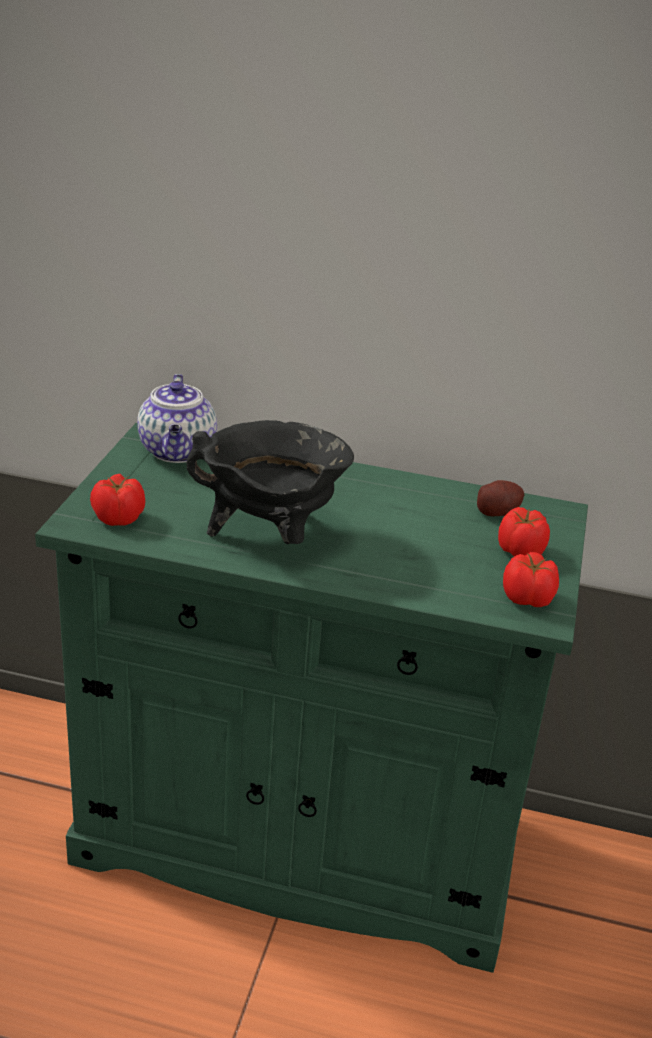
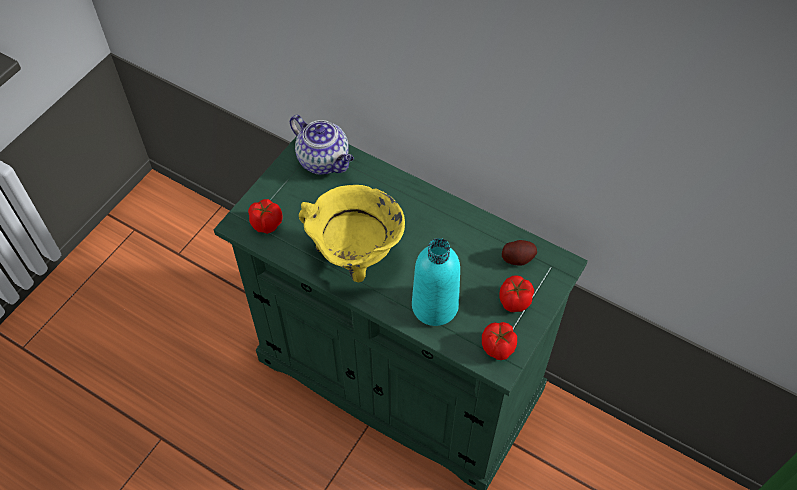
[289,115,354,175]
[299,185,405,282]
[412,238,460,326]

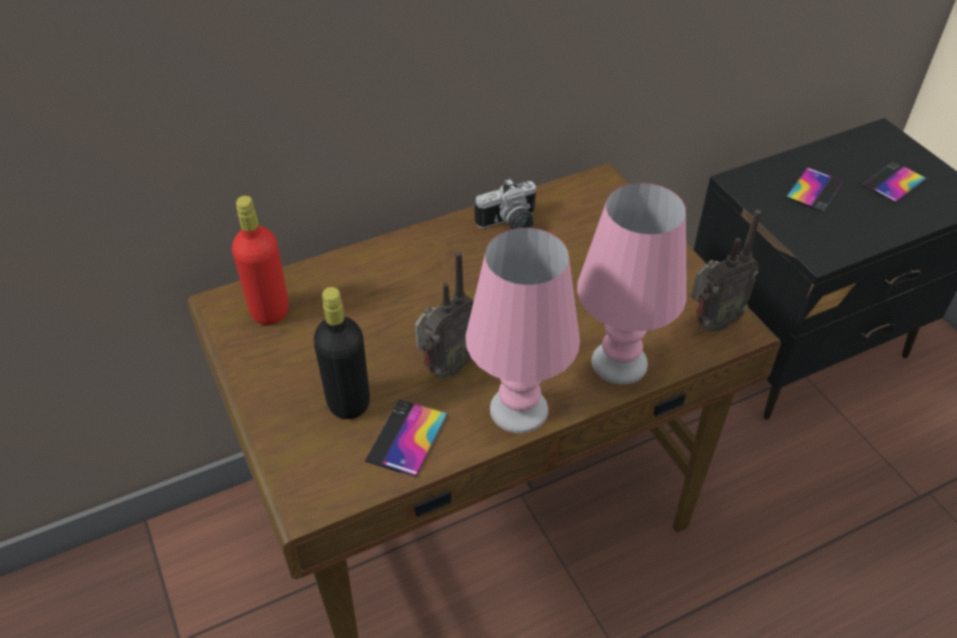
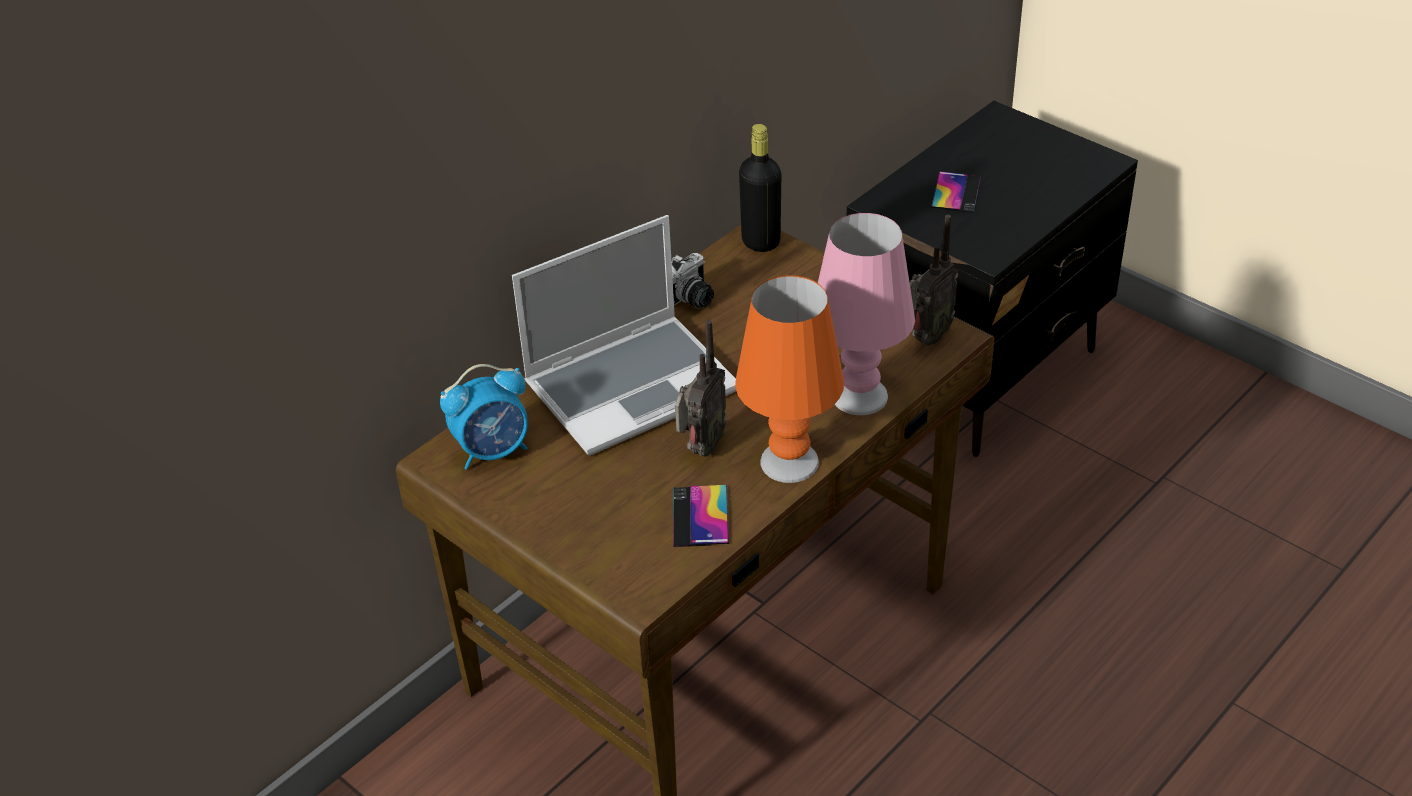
[440,364,528,470]
[512,215,736,456]
[735,275,844,483]
[739,124,781,252]
[861,162,927,203] (first image)

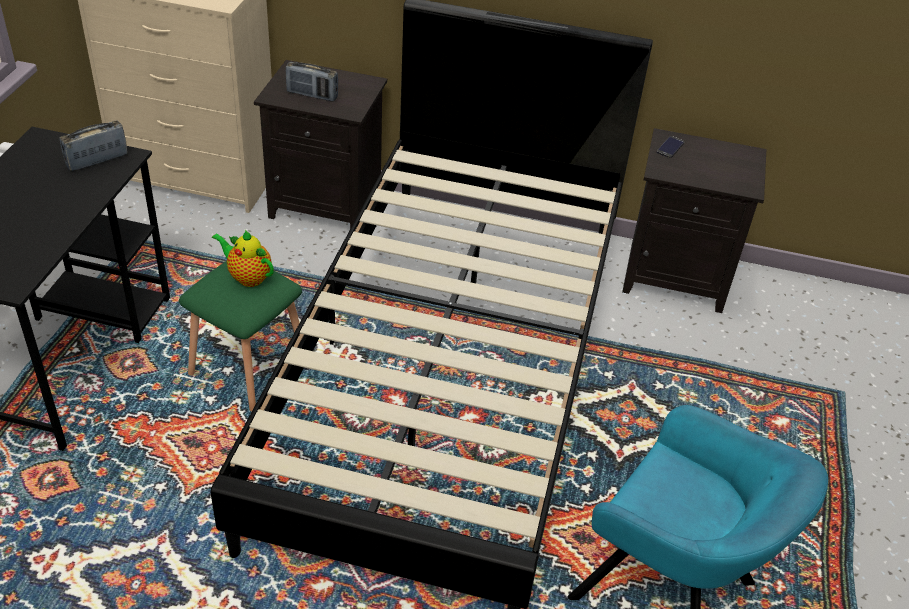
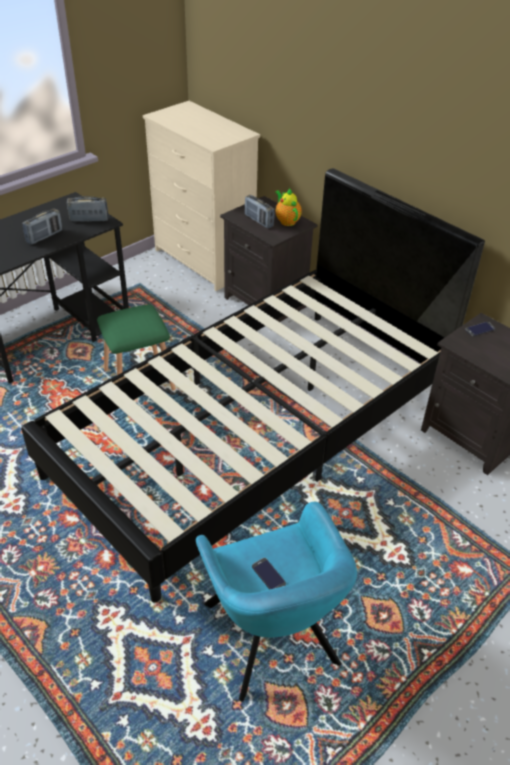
[22,209,62,245]
[252,558,286,590]
[275,188,302,226]

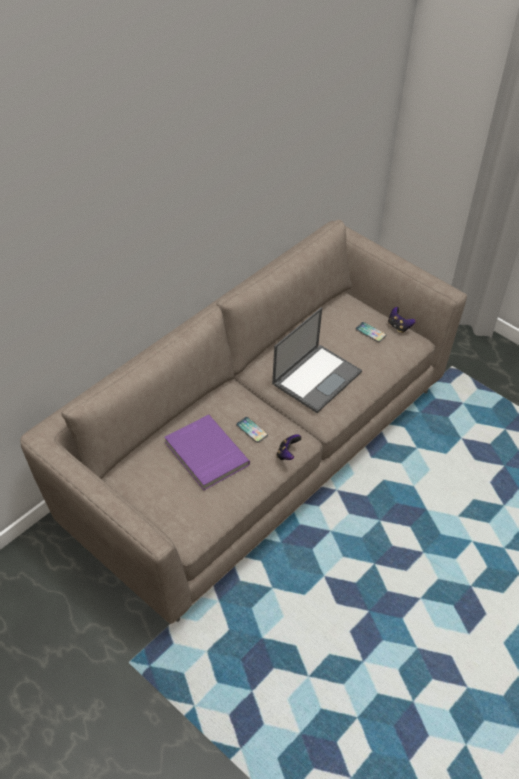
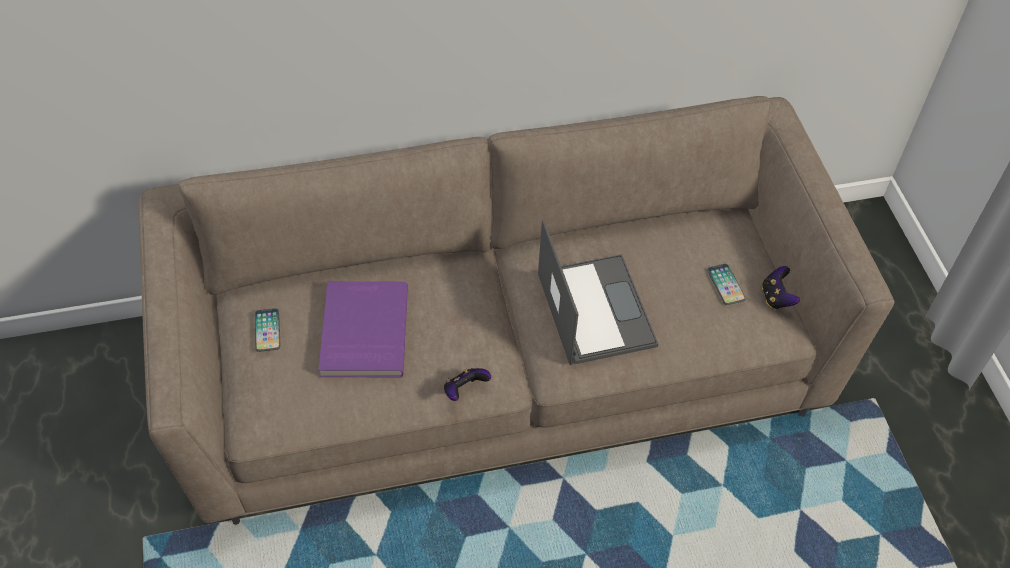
[255,308,281,352]
[538,220,658,365]

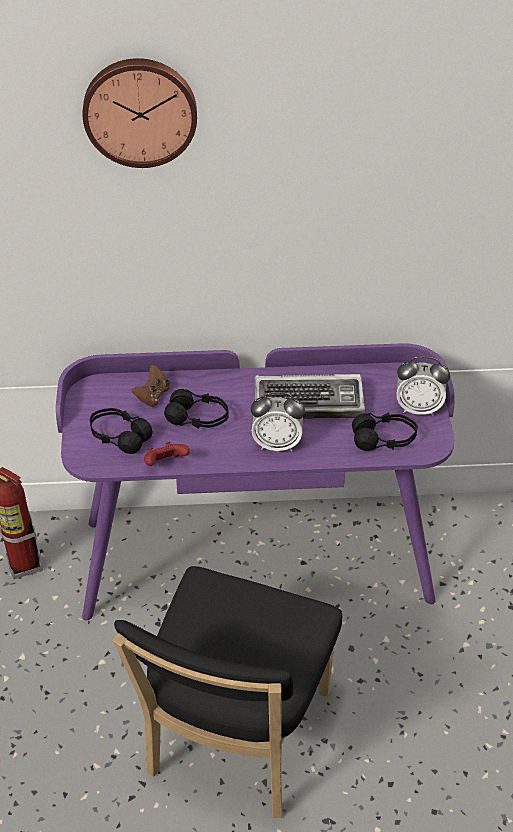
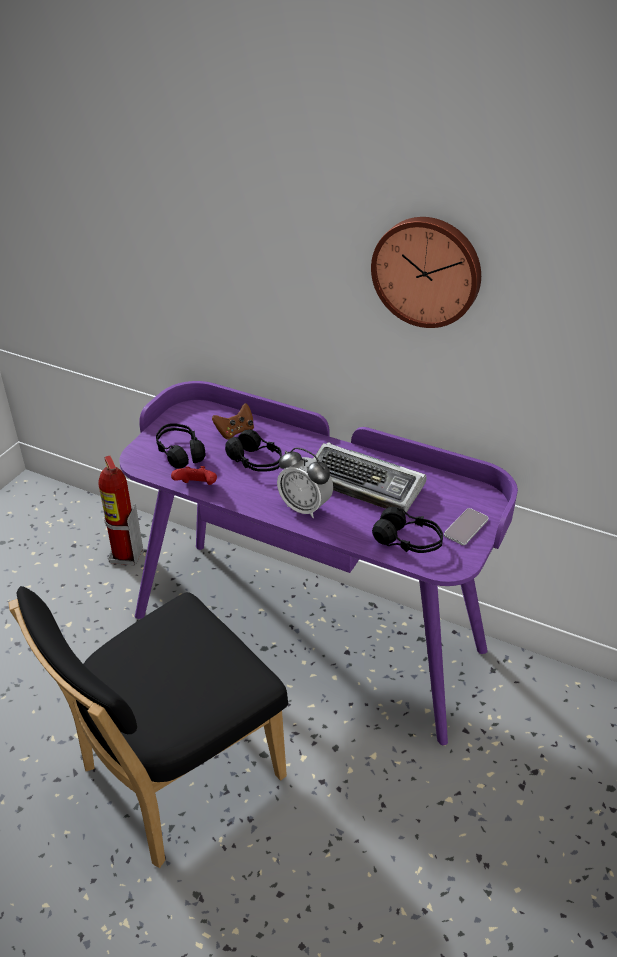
[371,217,481,328]
[444,508,488,545]

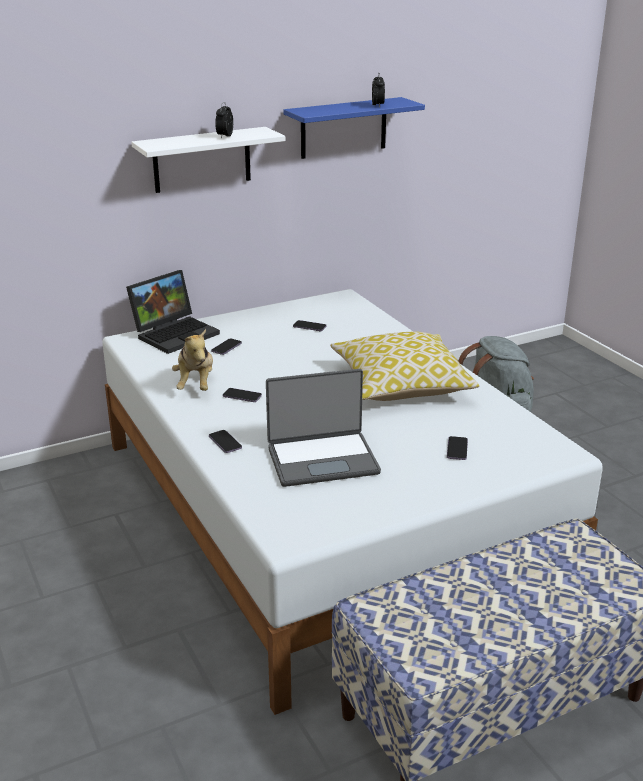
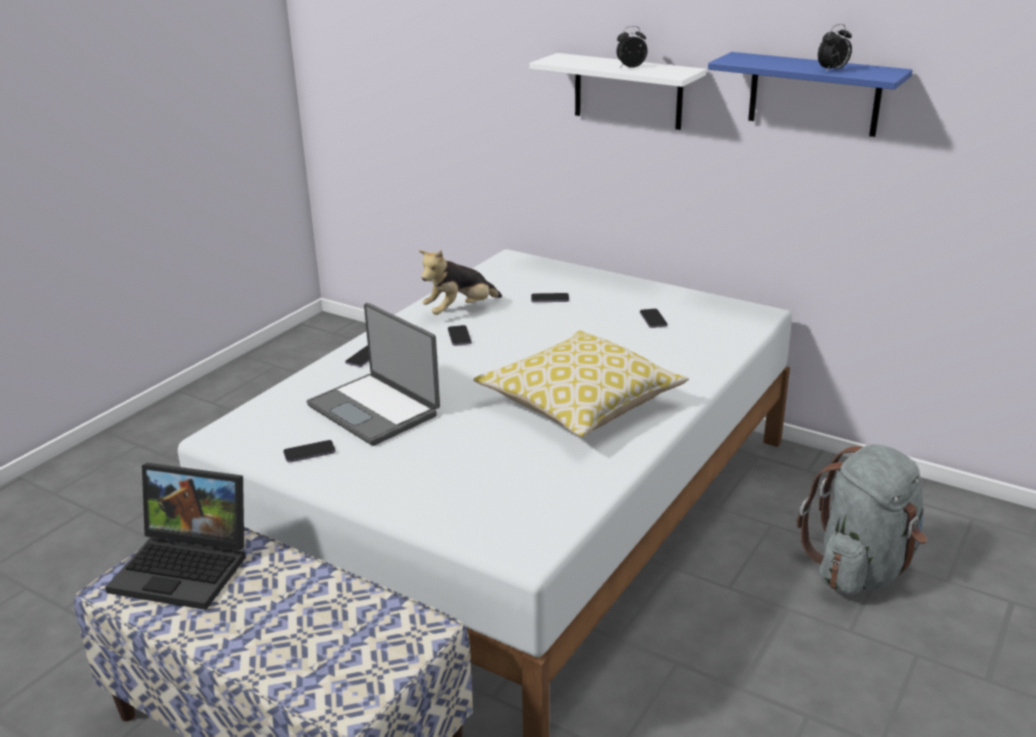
[105,463,246,610]
[283,440,336,463]

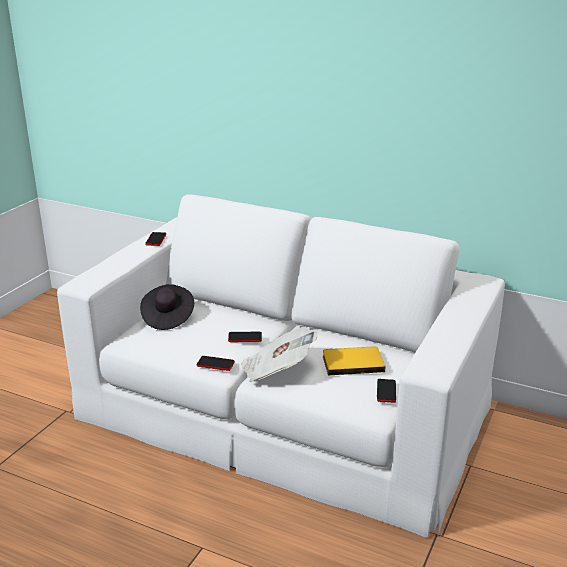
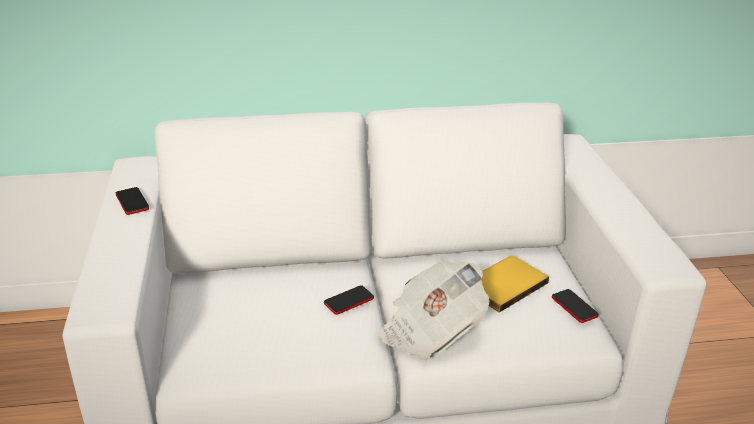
[140,284,194,330] (first image)
[197,356,235,371] (first image)

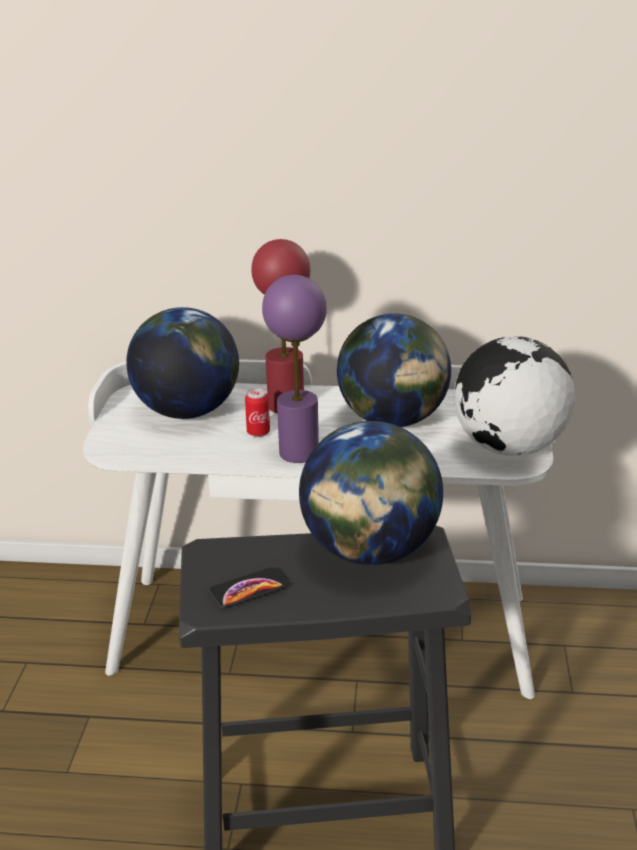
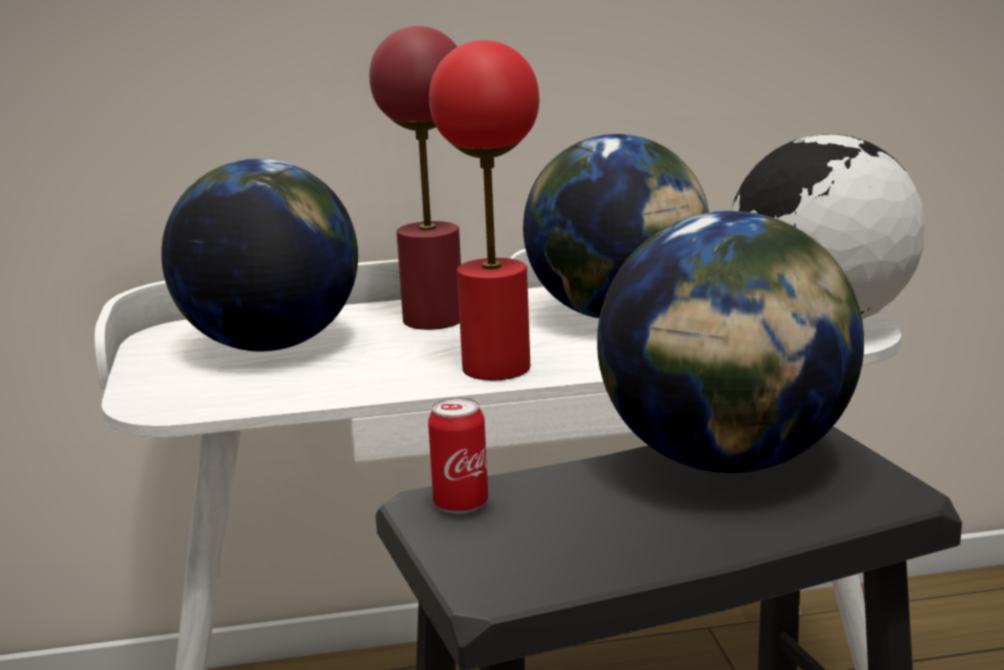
[428,397,488,514]
[429,40,539,380]
[209,567,287,609] (first image)

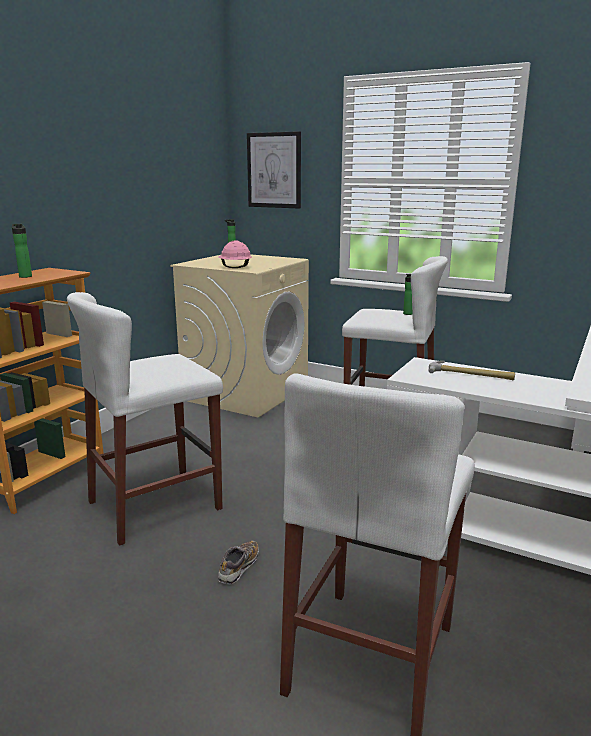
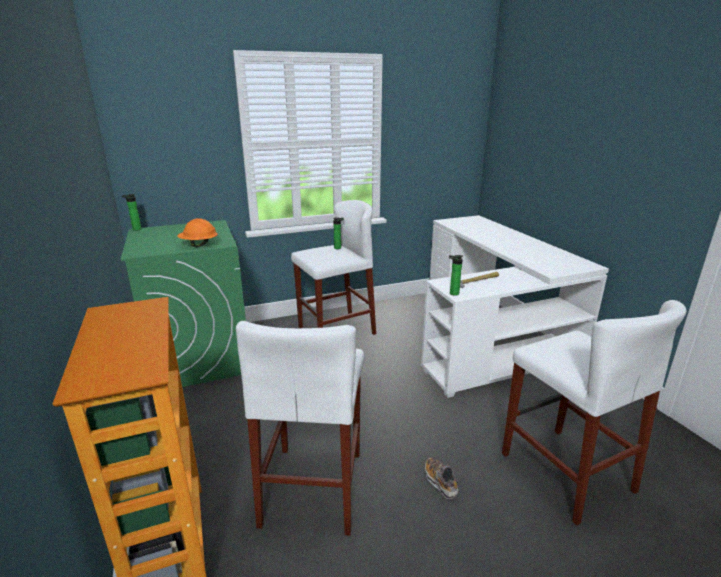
[120,220,246,387]
[177,218,218,247]
[449,255,463,296]
[247,131,301,209] (first image)

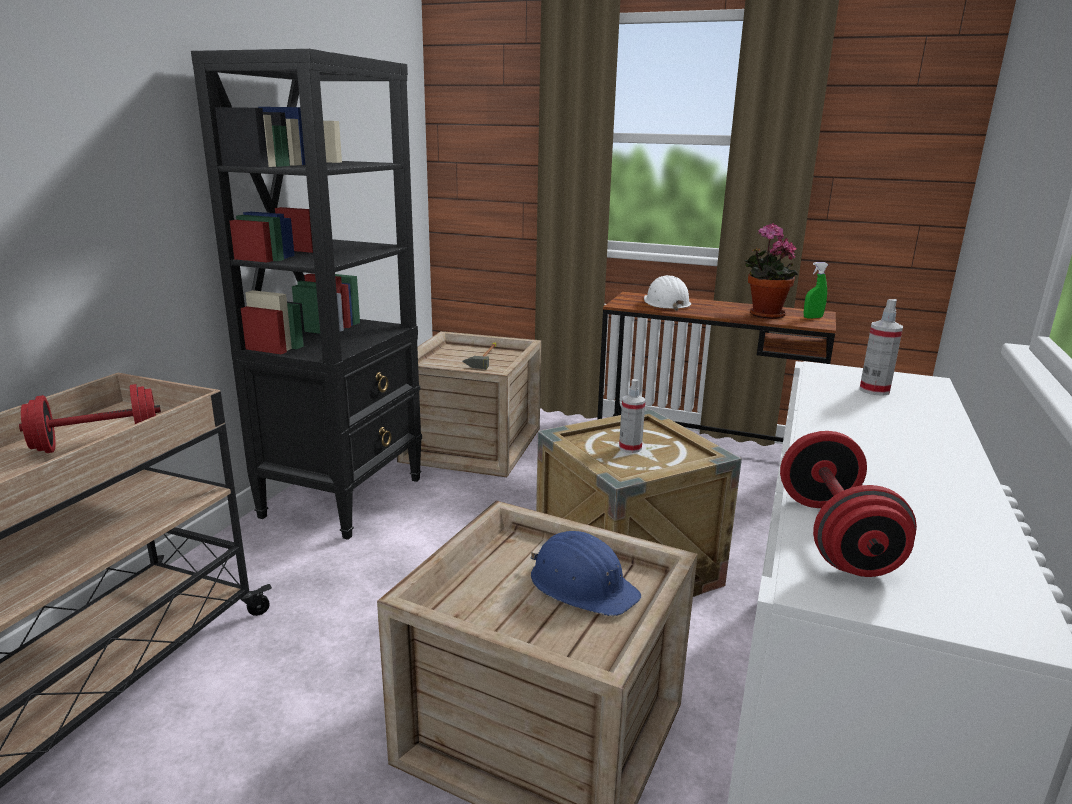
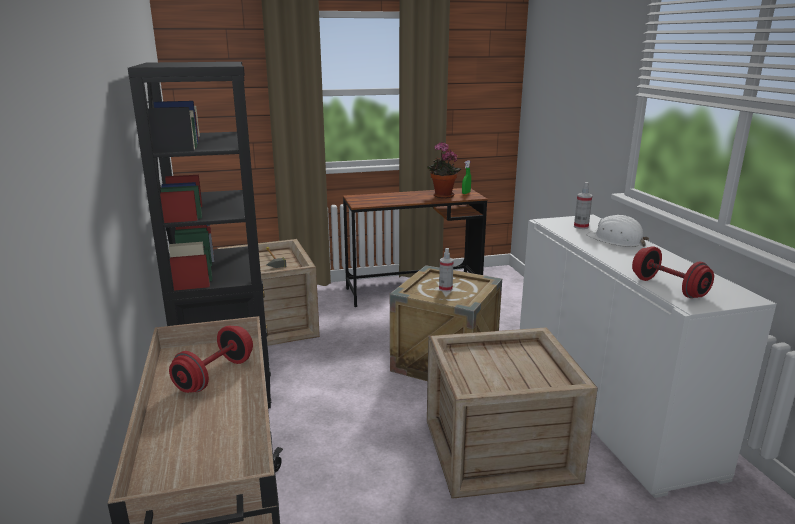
[587,215,649,247]
[531,531,641,616] (first image)

